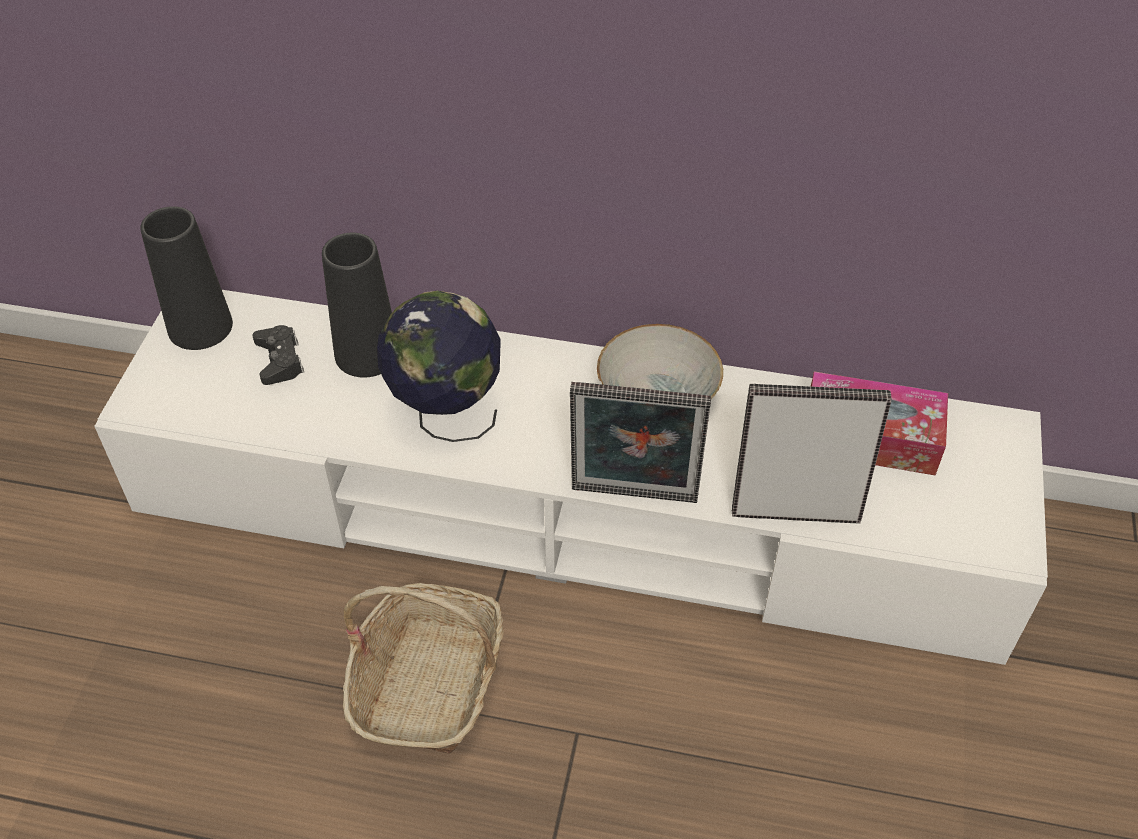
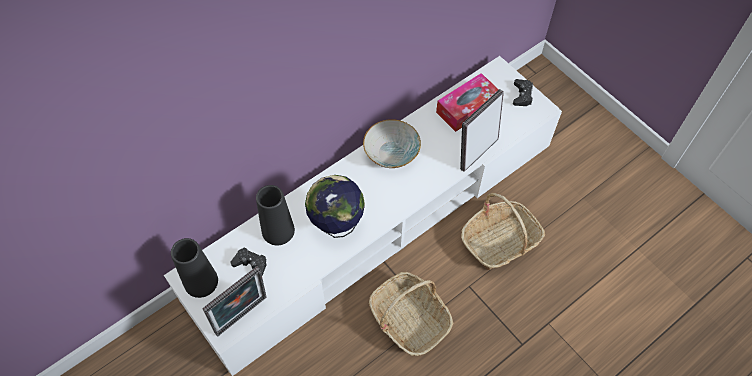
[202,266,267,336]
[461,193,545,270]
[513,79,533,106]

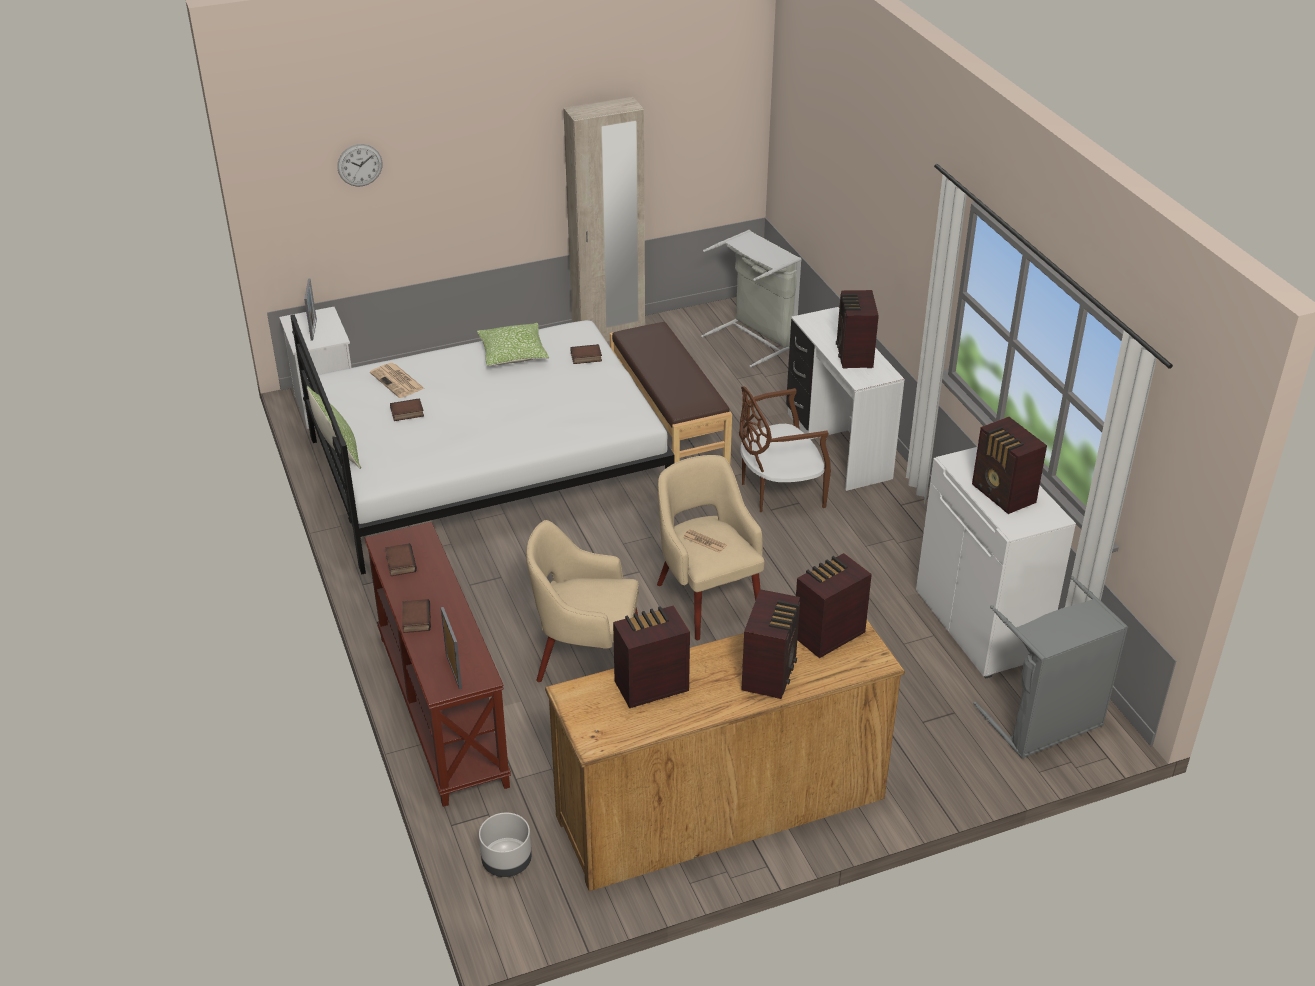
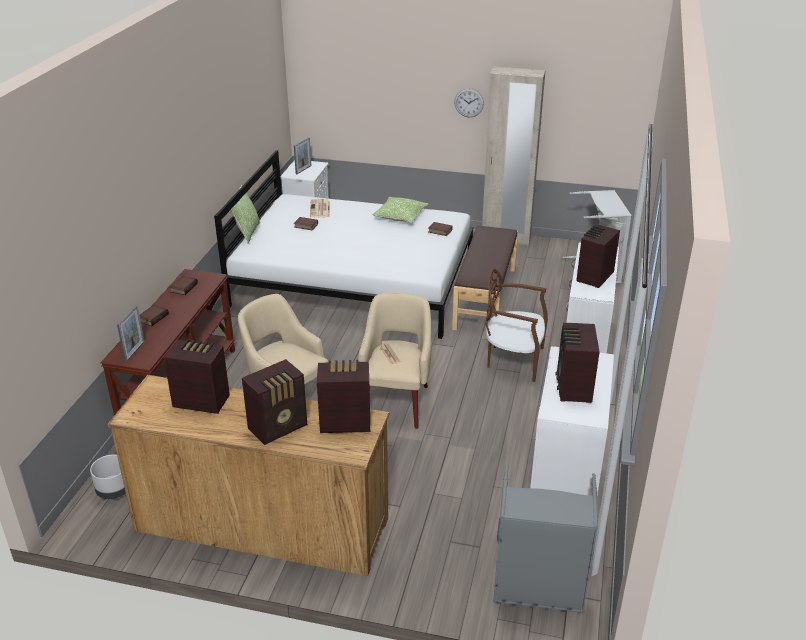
[454,88,484,117]

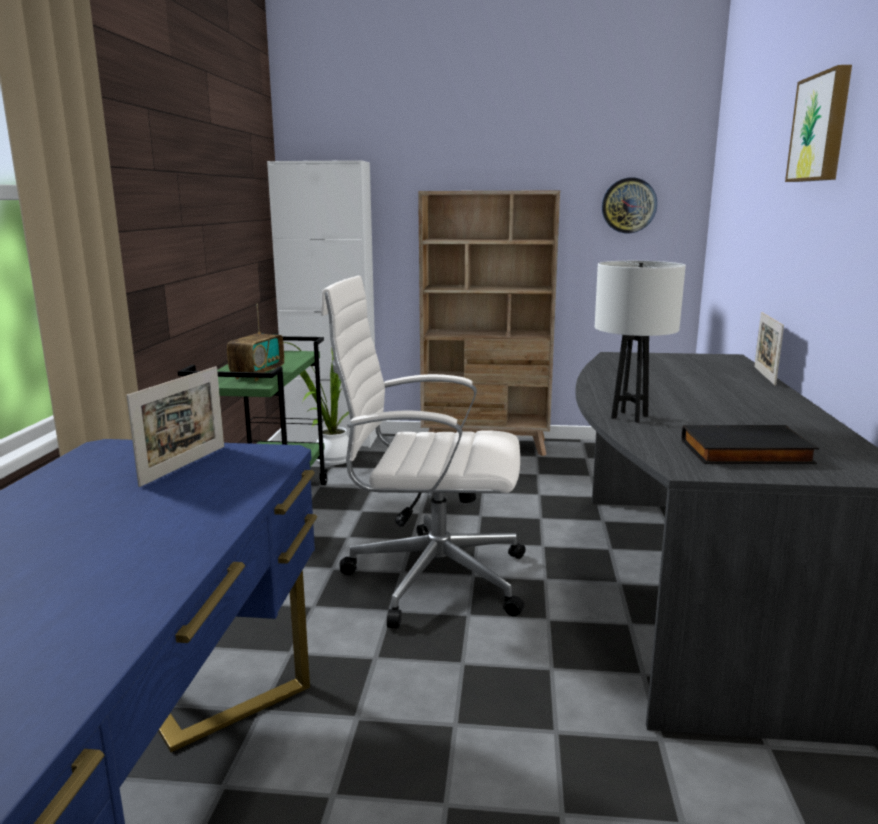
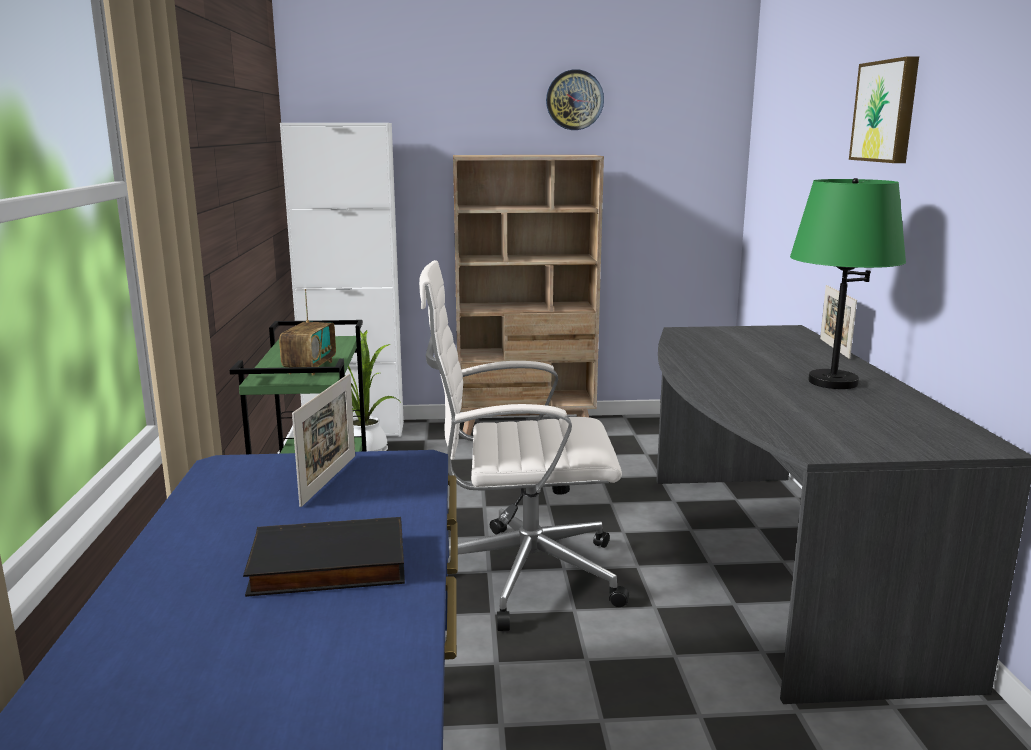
[243,517,405,597]
[546,69,604,130]
[790,178,906,389]
[595,261,686,423] (first image)

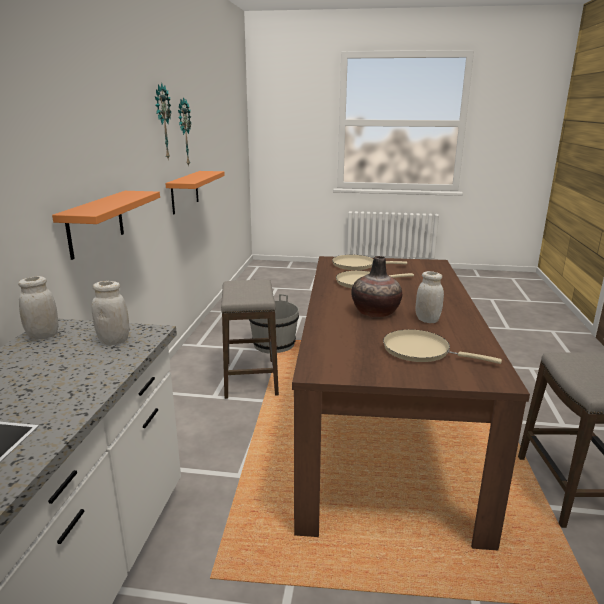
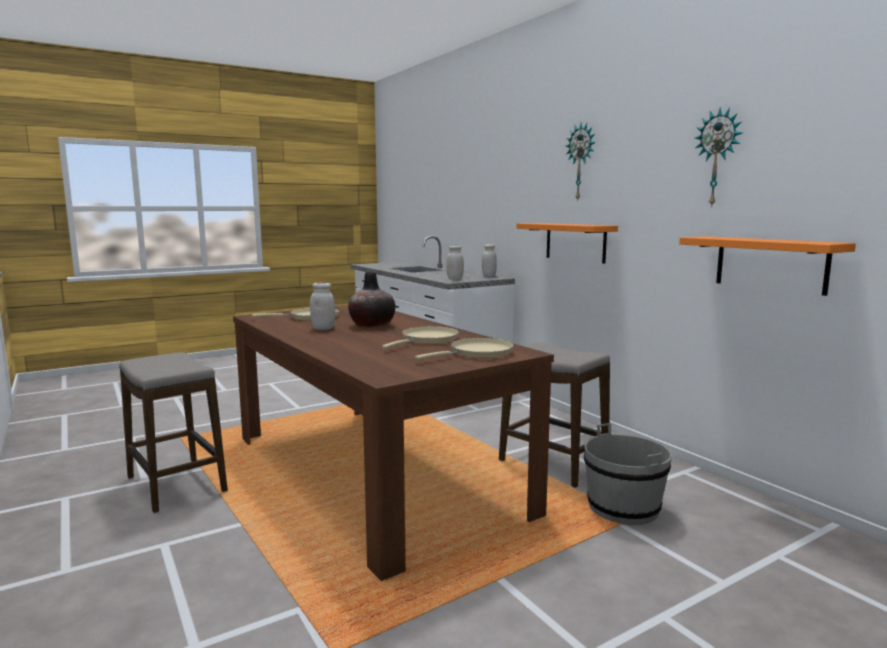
[566,123,596,202]

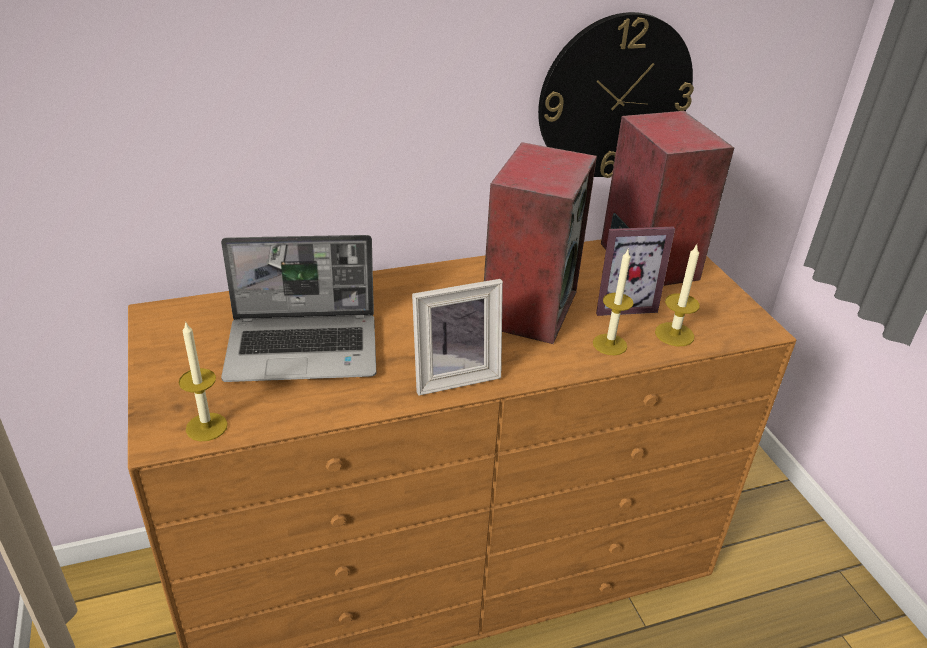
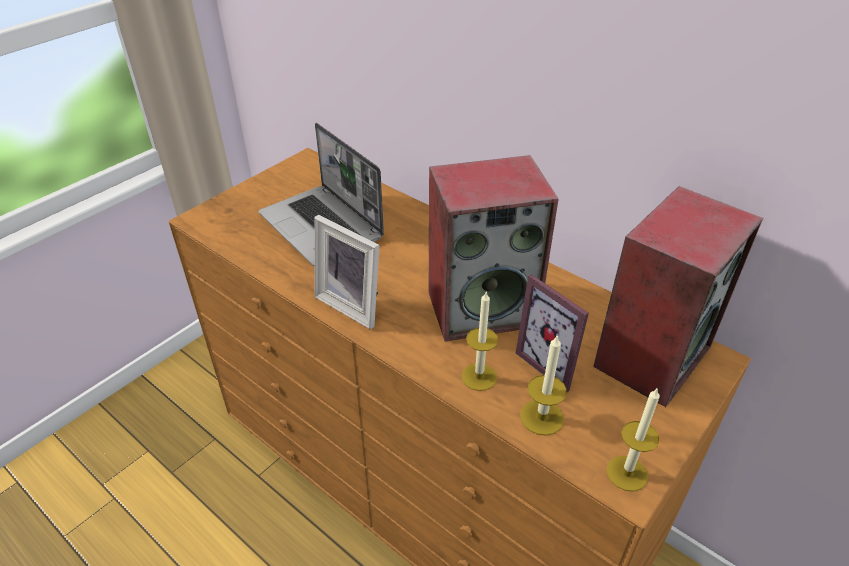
[606,387,660,492]
[538,12,694,178] (first image)

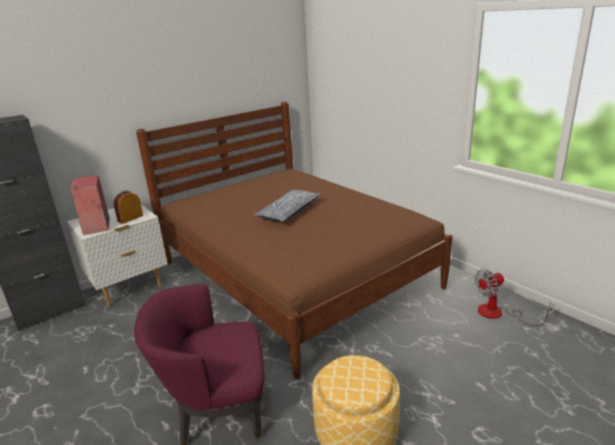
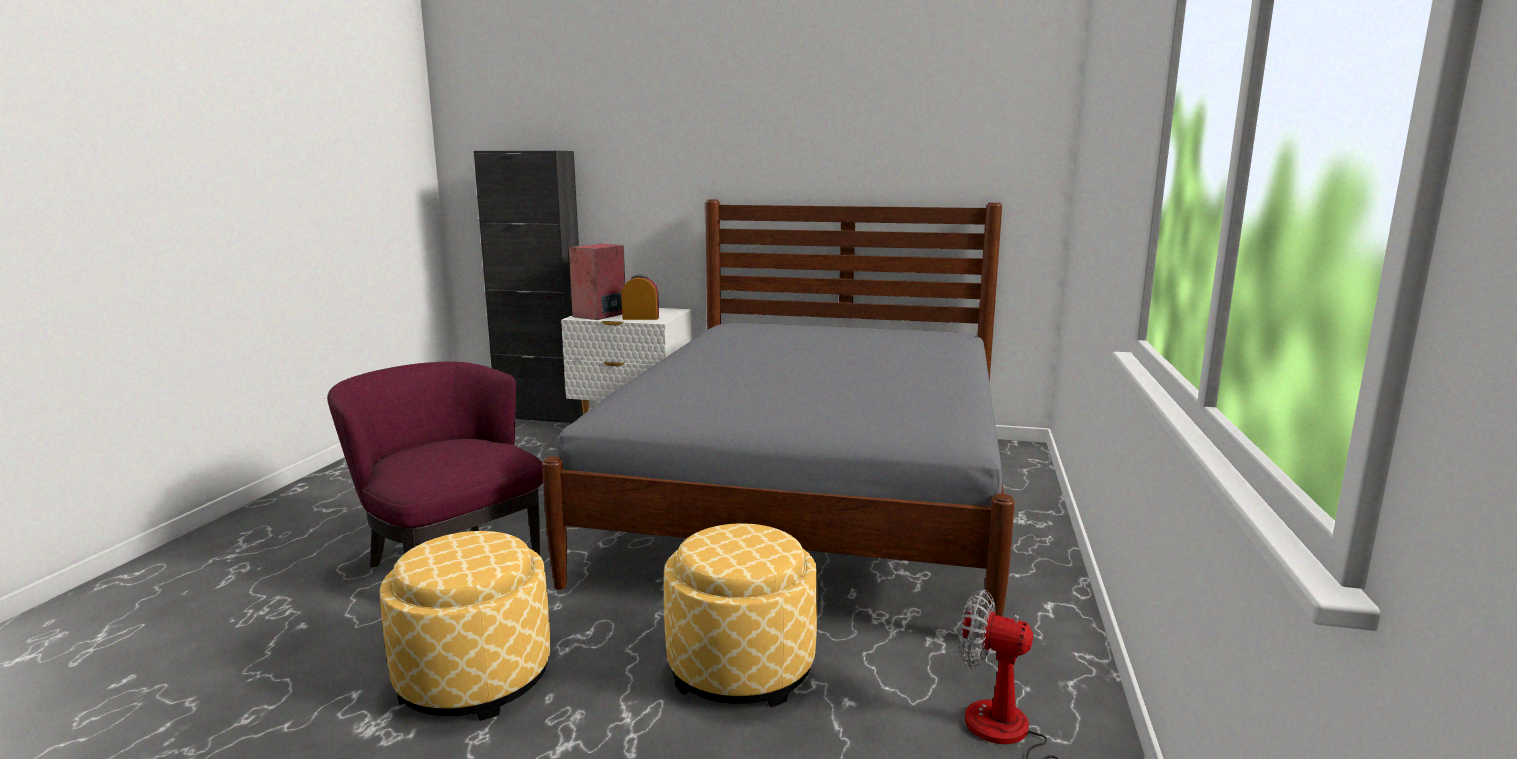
[542,199,1015,617]
[664,523,817,707]
[254,190,321,222] (first image)

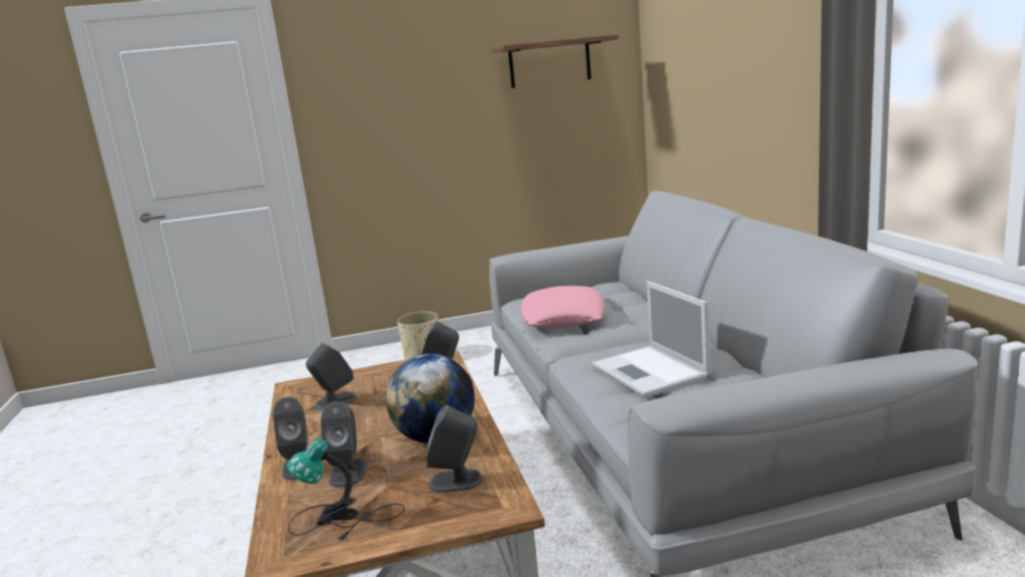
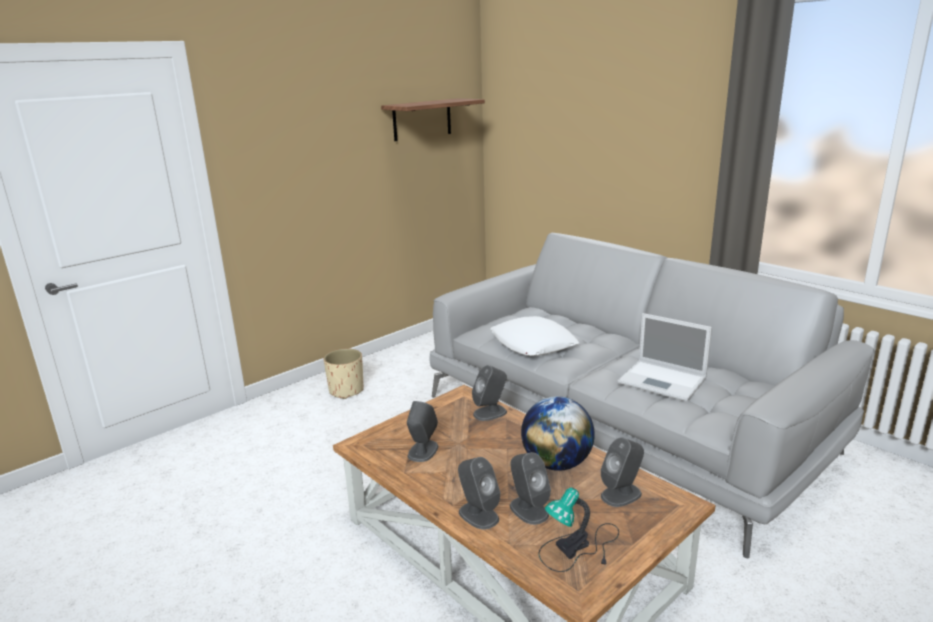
[491,316,579,356]

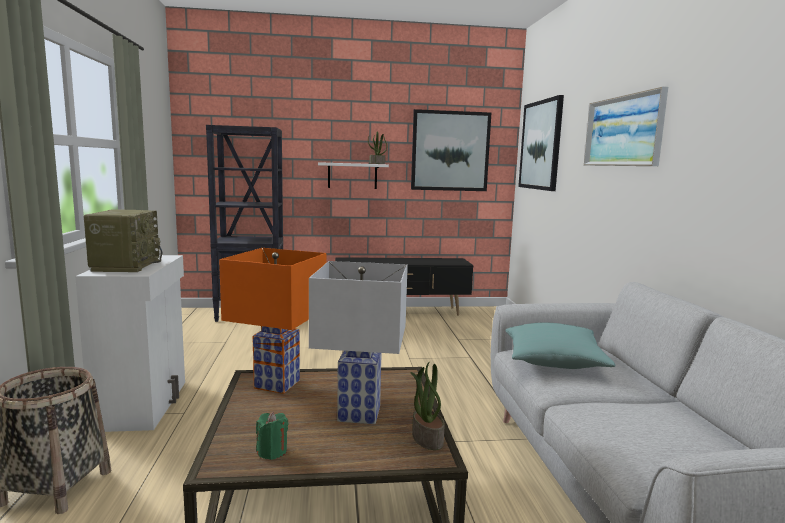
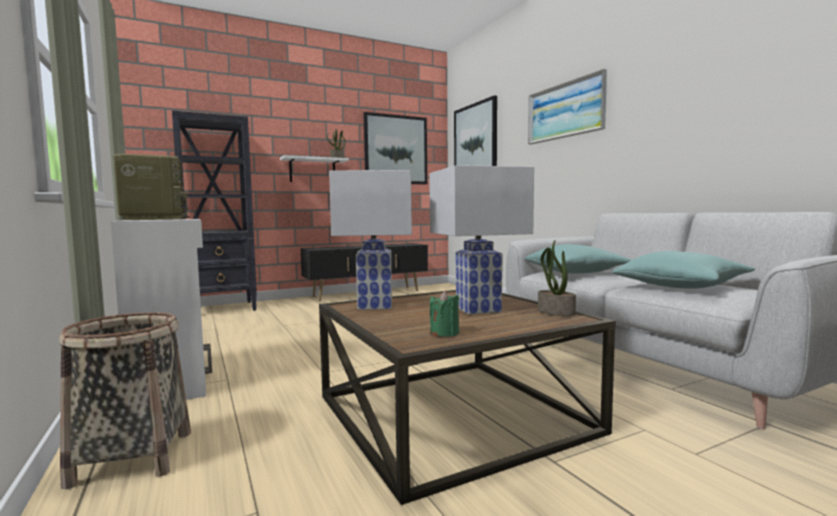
[329,170,412,310]
[612,251,755,289]

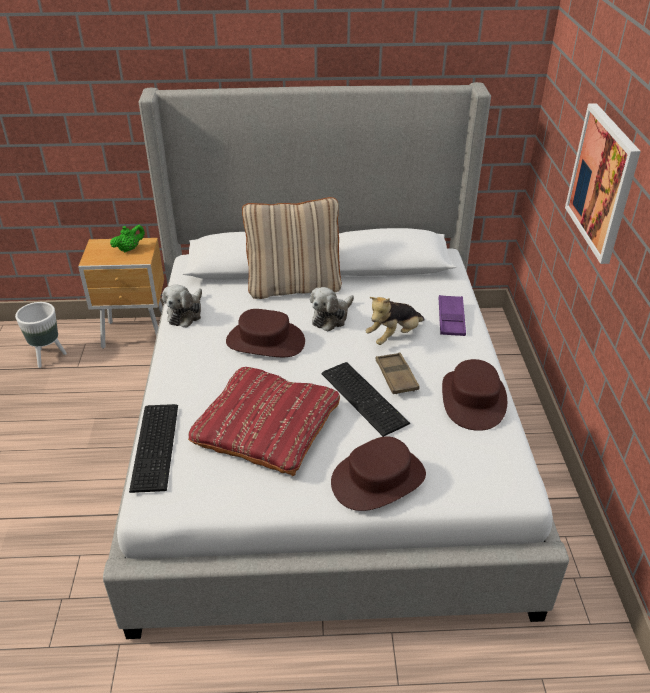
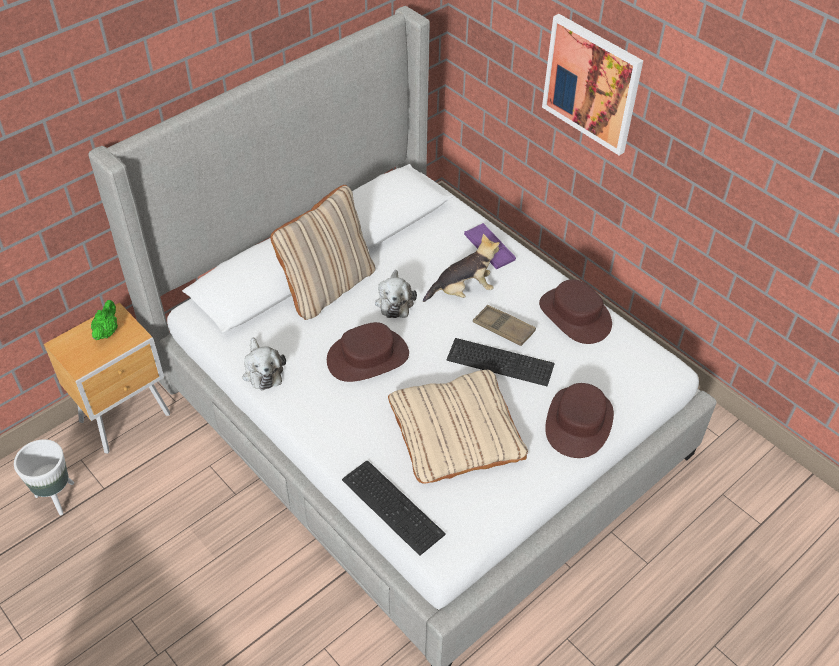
[388,370,528,484]
[423,234,500,302]

